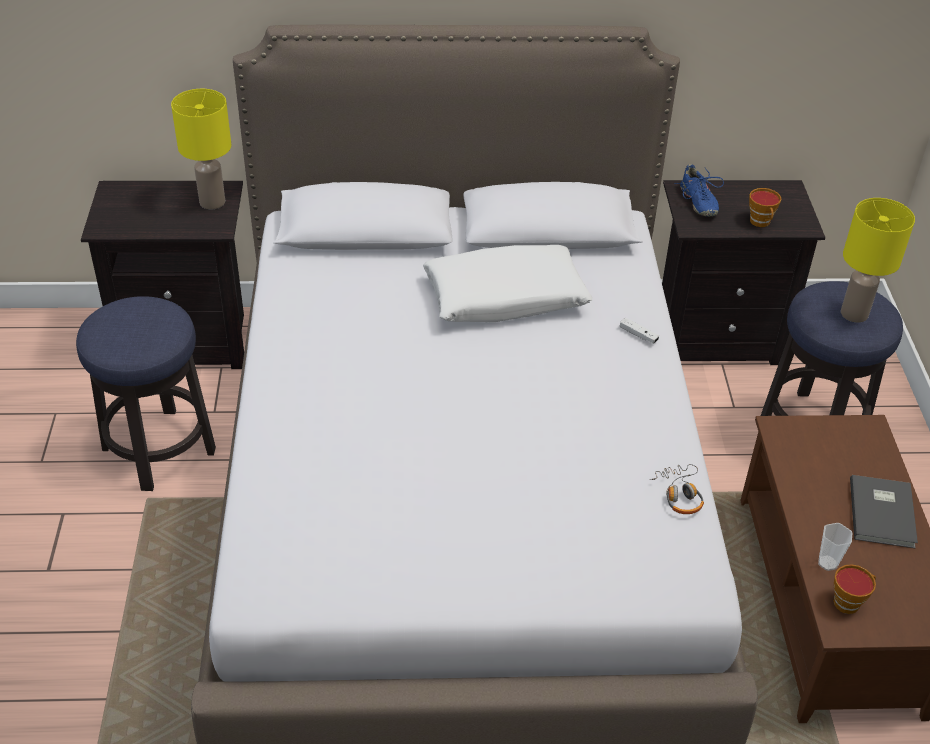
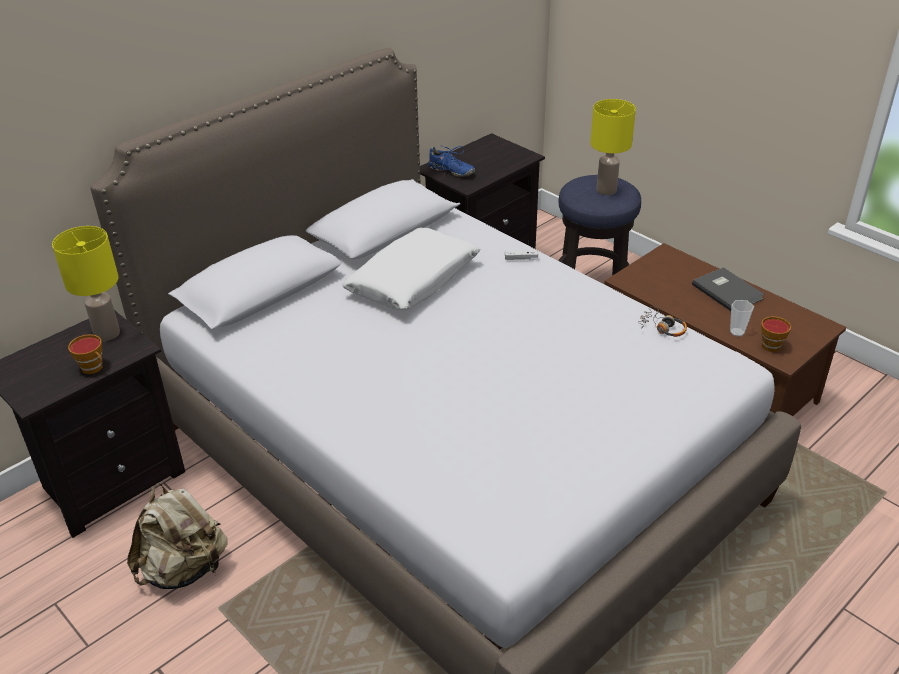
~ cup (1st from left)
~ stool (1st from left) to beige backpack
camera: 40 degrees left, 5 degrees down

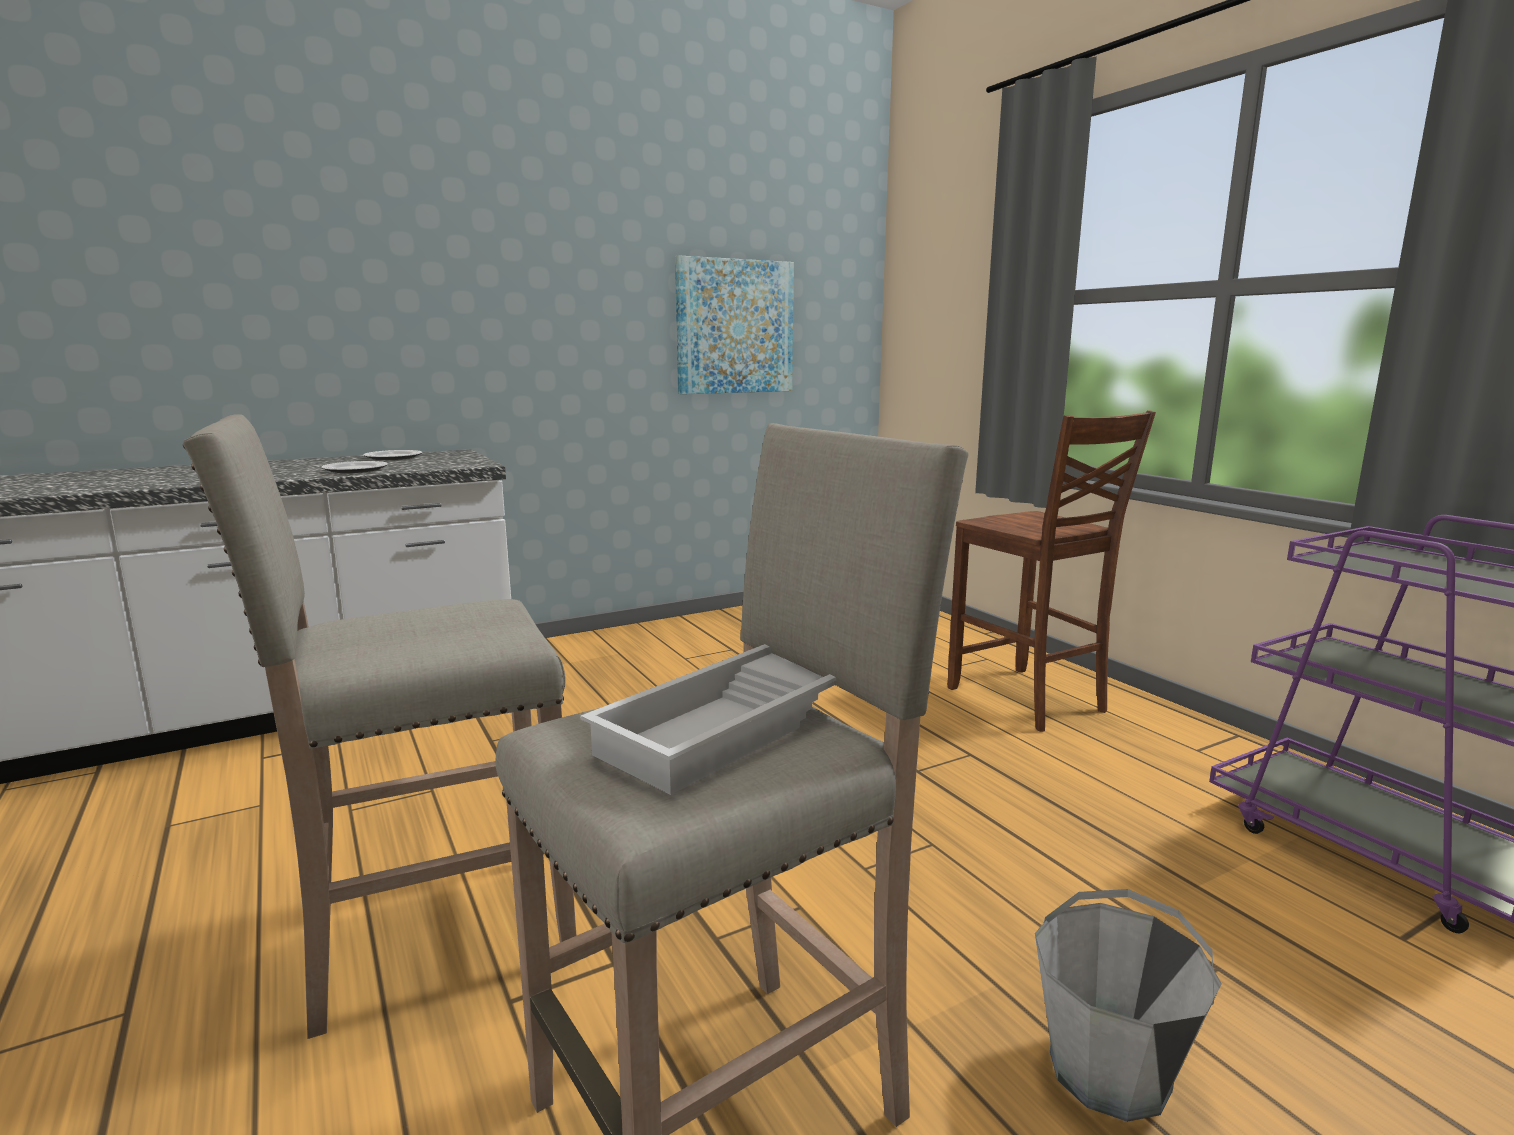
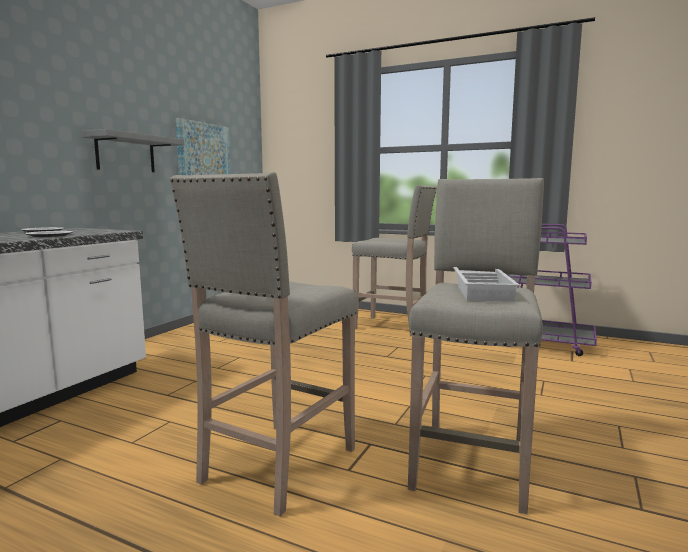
~ brown chair to beige stool (2nd from left)
- grey bucket
+ grey shelf
camera: 35 degrees left, 5 degrees down

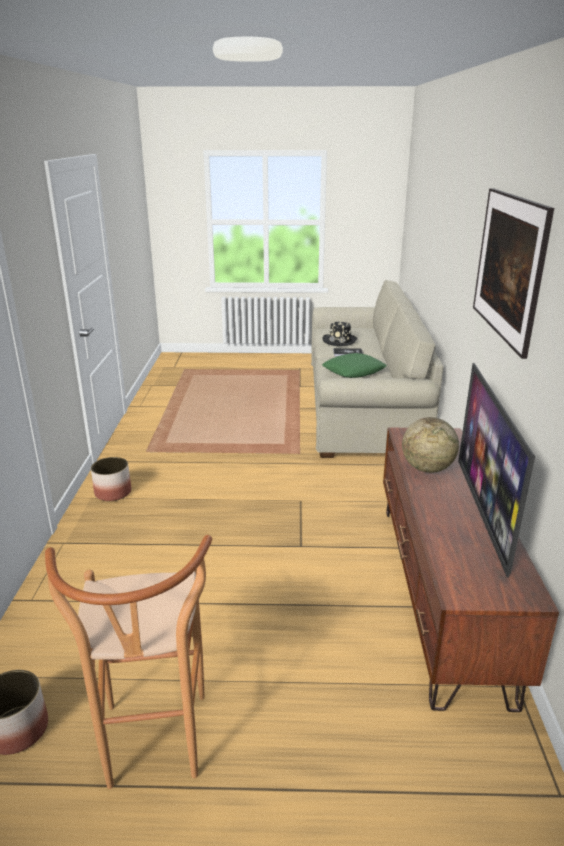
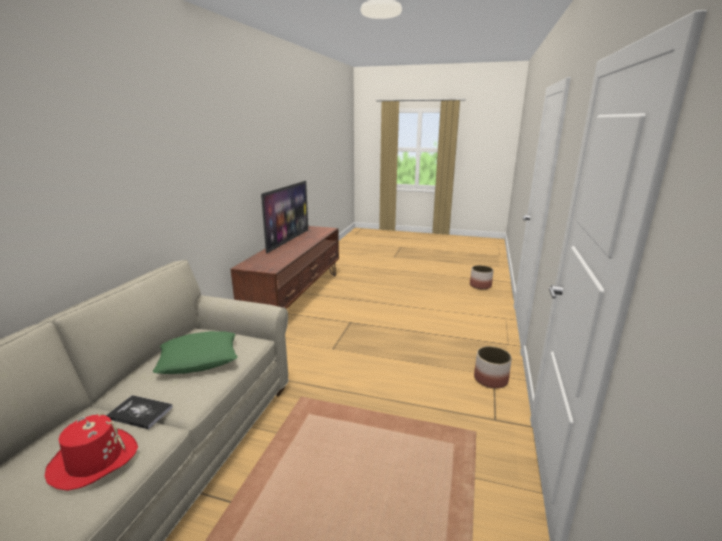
- picture
~ black hat to red hat
- globe
- brown stool
camera: 165 degrees left, 5 degrees down

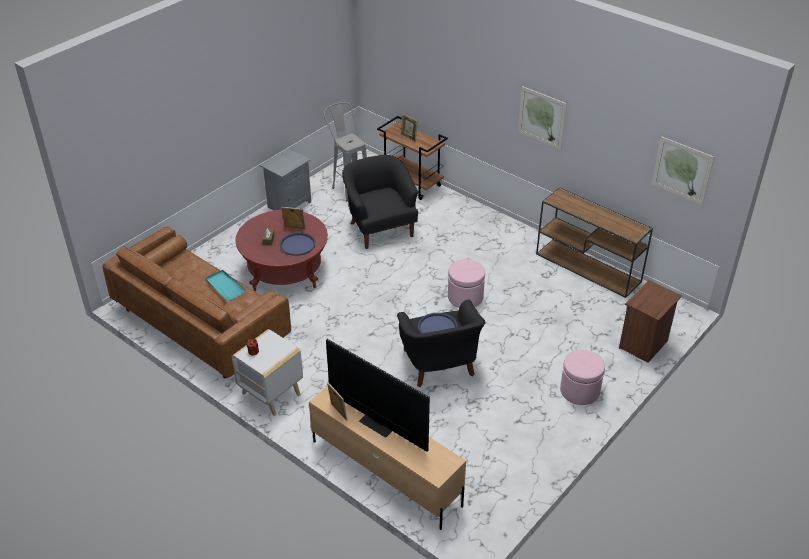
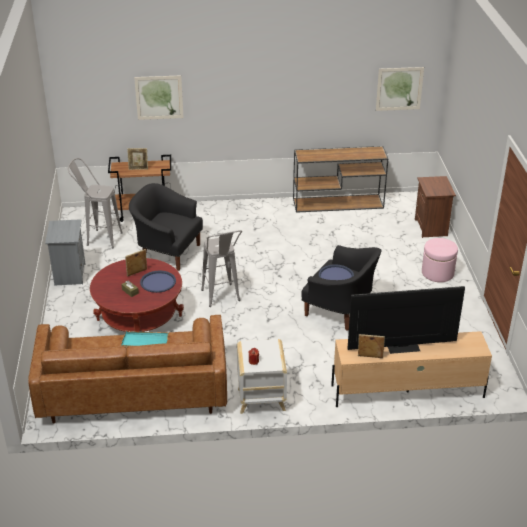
~ picture (1st from left)
- pink ottoman (1st from left)
+ grey stool (2nd from left)
camera: 45 degrees left, 5 degrees down

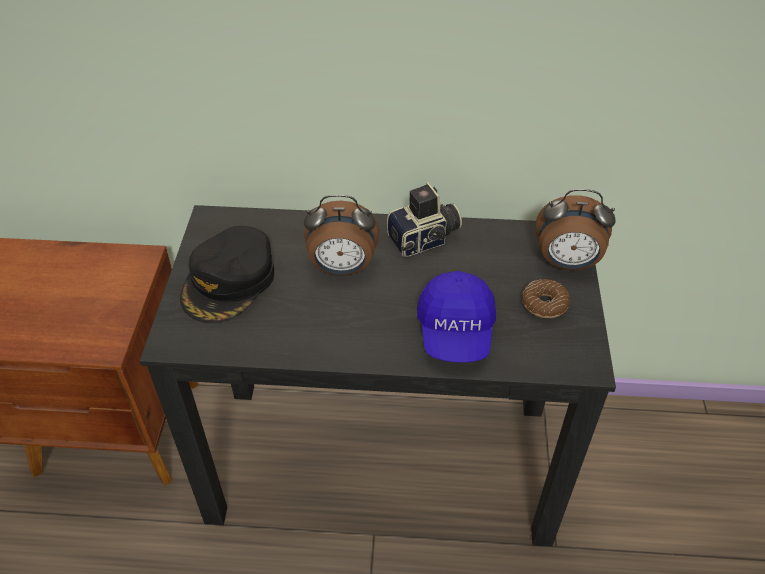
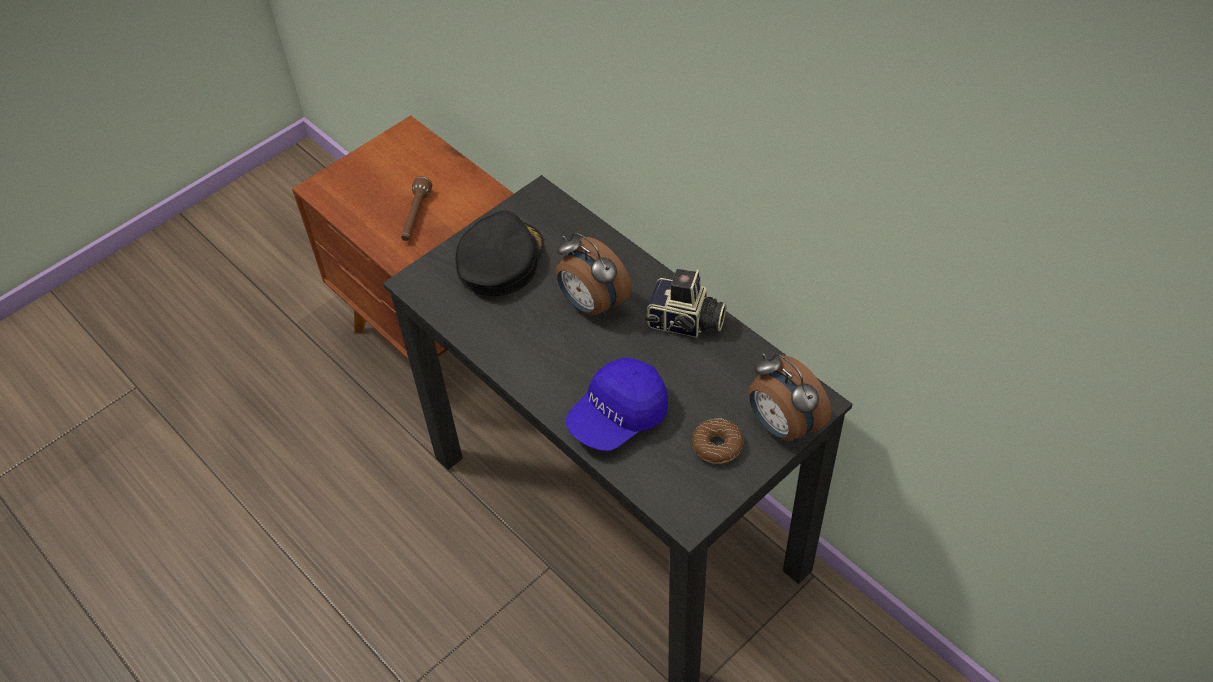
~ black cap 135 degrees clockwise
+ brown flashlight
camera: 45 degrees right, 5 degrees up

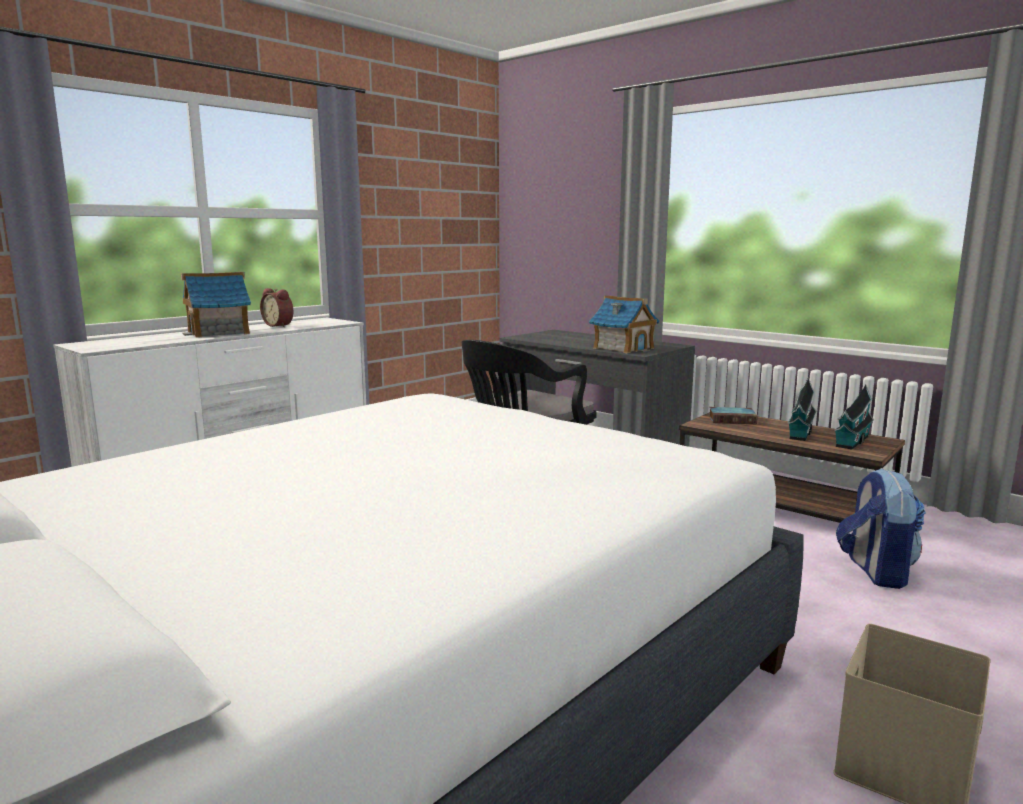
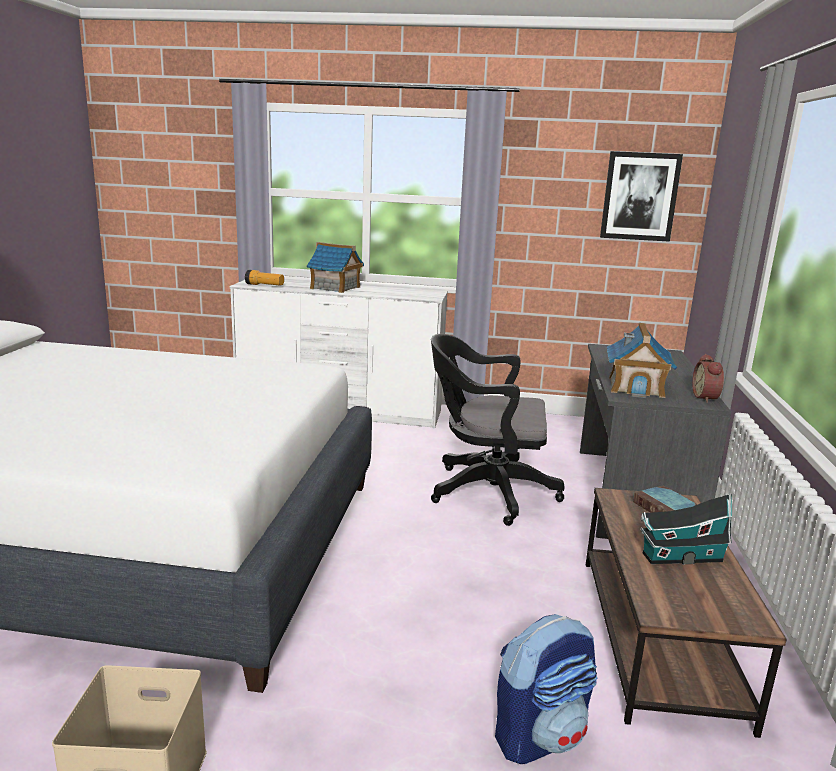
~ alarm clock
- toy house (4th from left)
+ picture
+ flashlight
camera: 55 degrees right, 5 degrees up

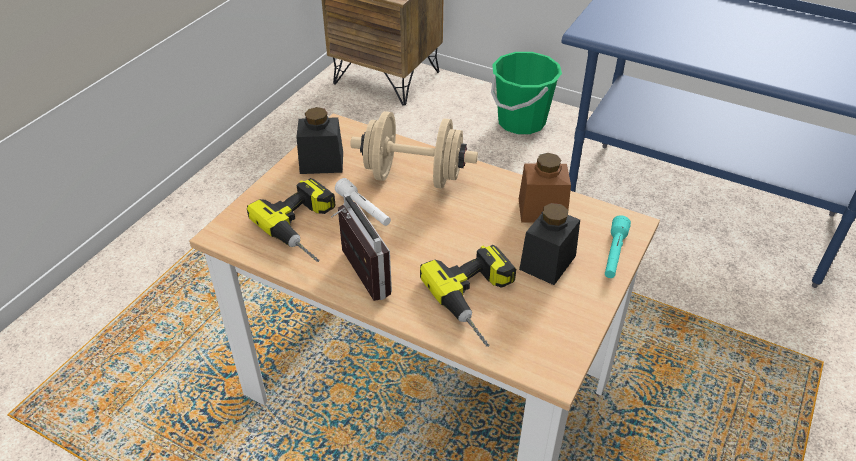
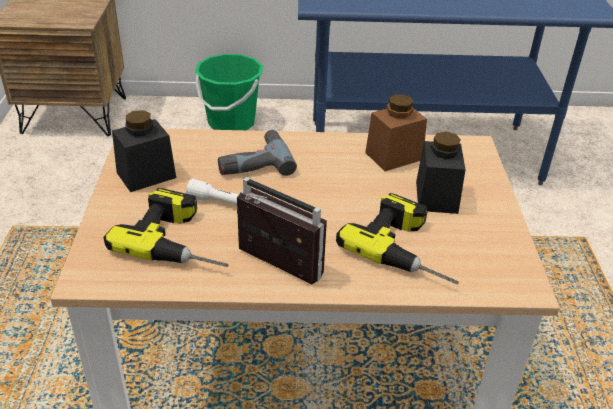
~ beige dumbbell to power drill (2nd from left)
- turquoise flashlight
camera: 30 degrees left, 5 degrees down

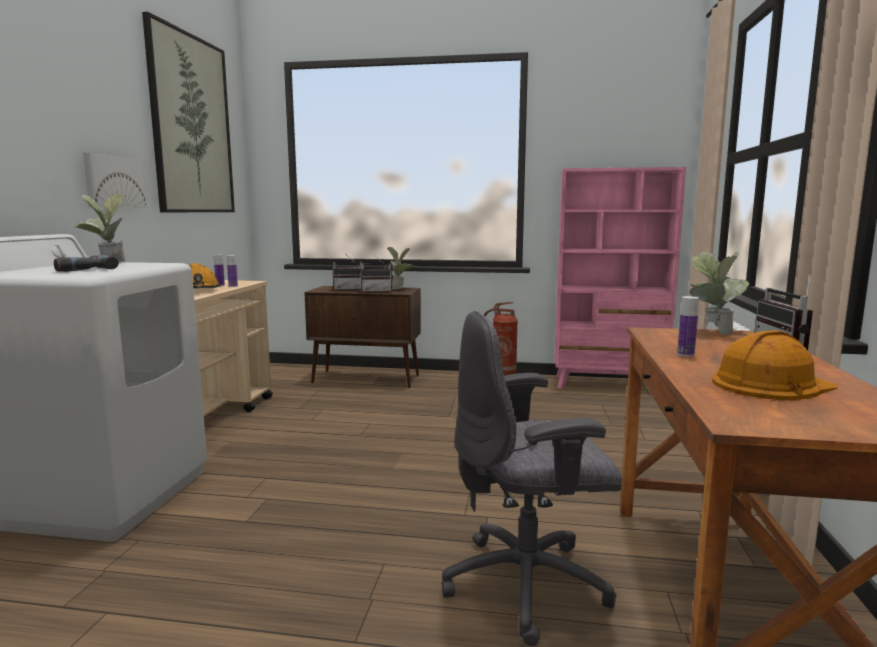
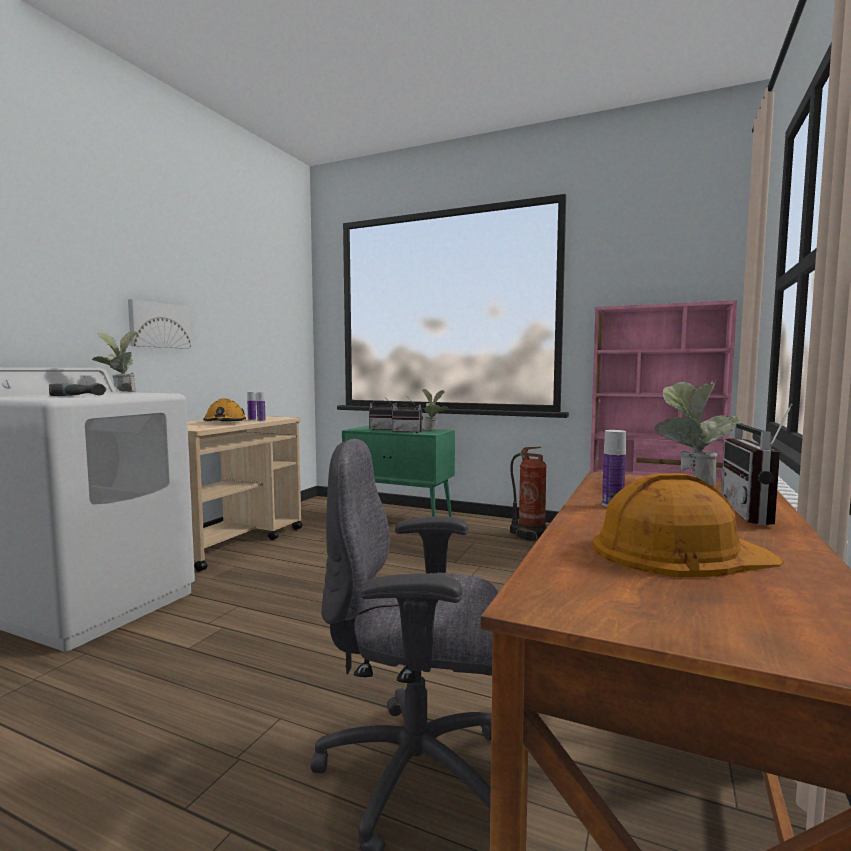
- picture (2nd from left)
~ brown cabinet to green cabinet
camera: 15 degrees right, 5 degrees down

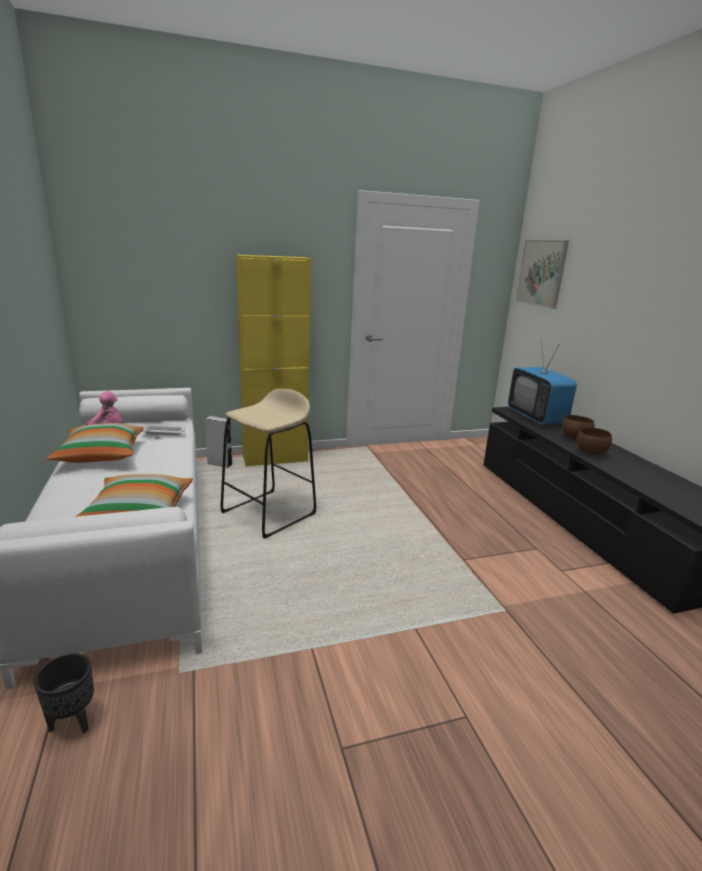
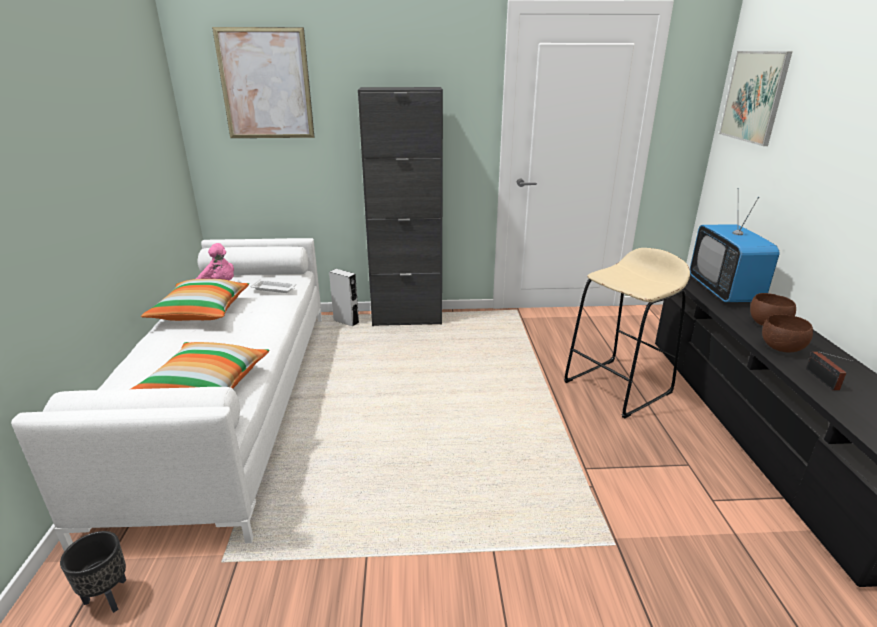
~ yellow cabinet to black cabinet
~ beige stool
+ picture (1st from left)
+ radio
camera: 15 degrees right, 5 degrees up

